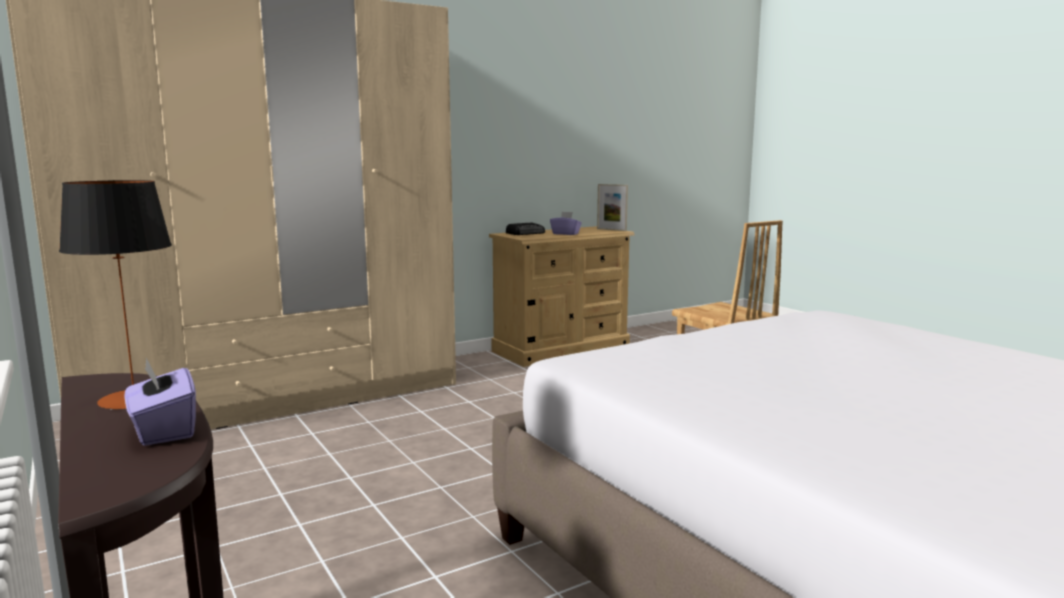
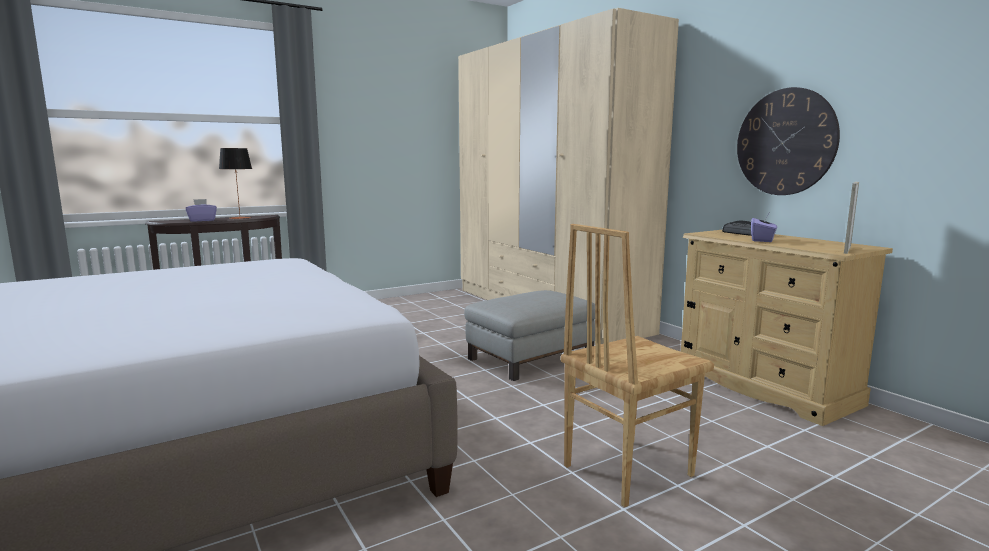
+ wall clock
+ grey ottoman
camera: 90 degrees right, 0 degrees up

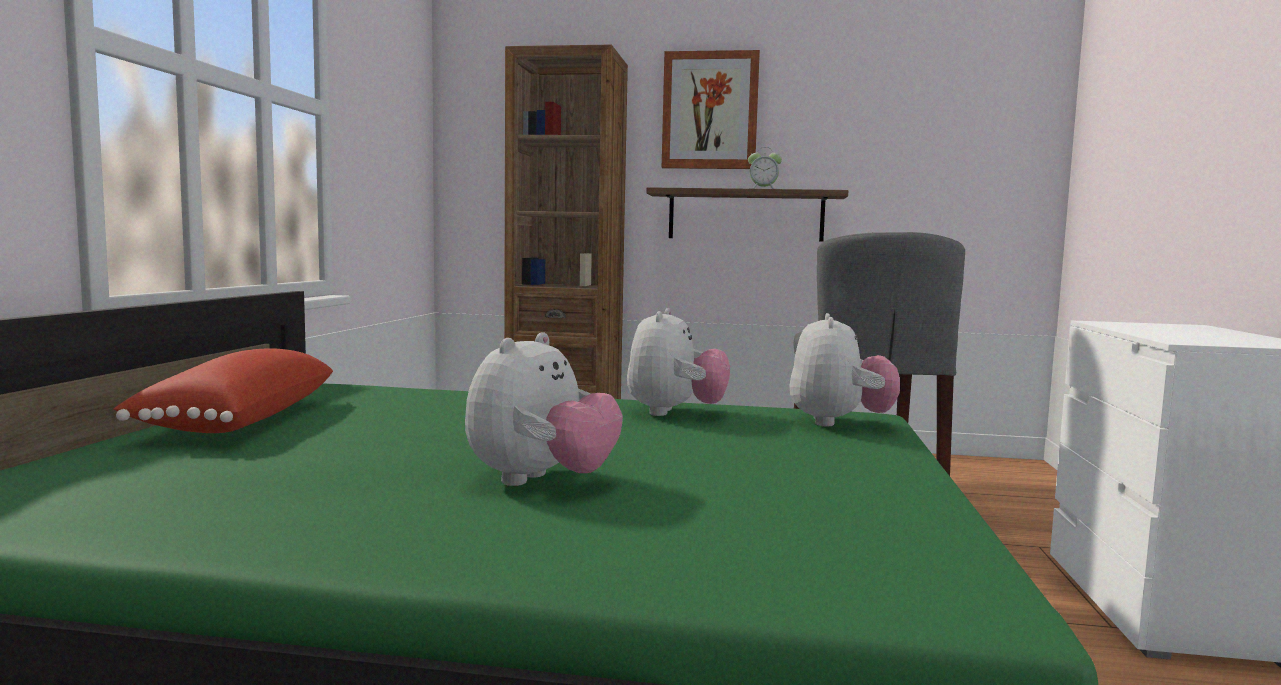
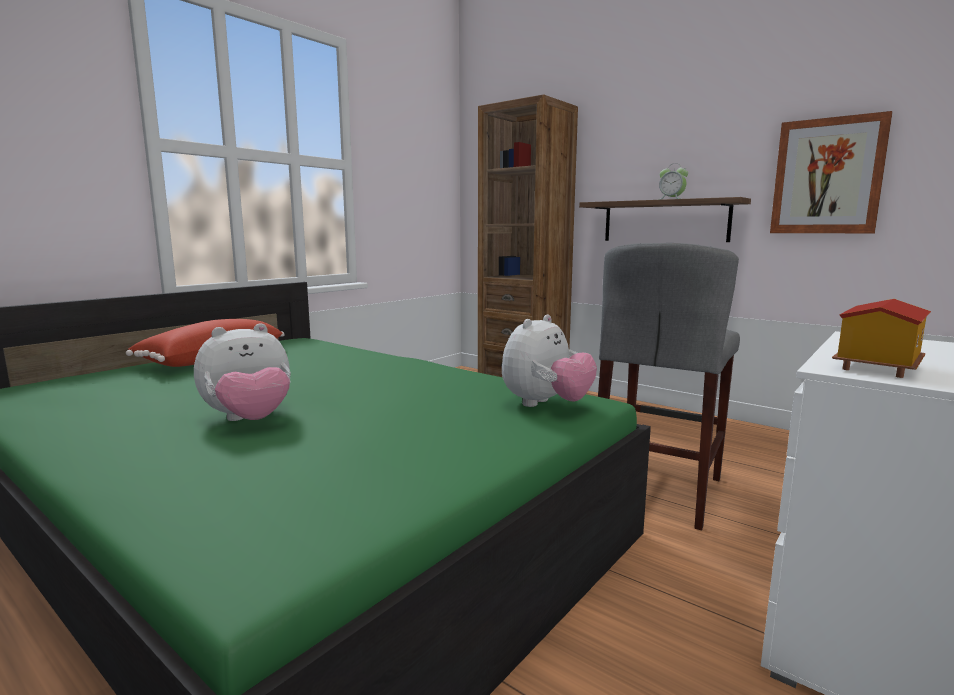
~ picture
- plush toy (2nd from left)
+ toy house
camera: 30 degrees right, 5 degrees up

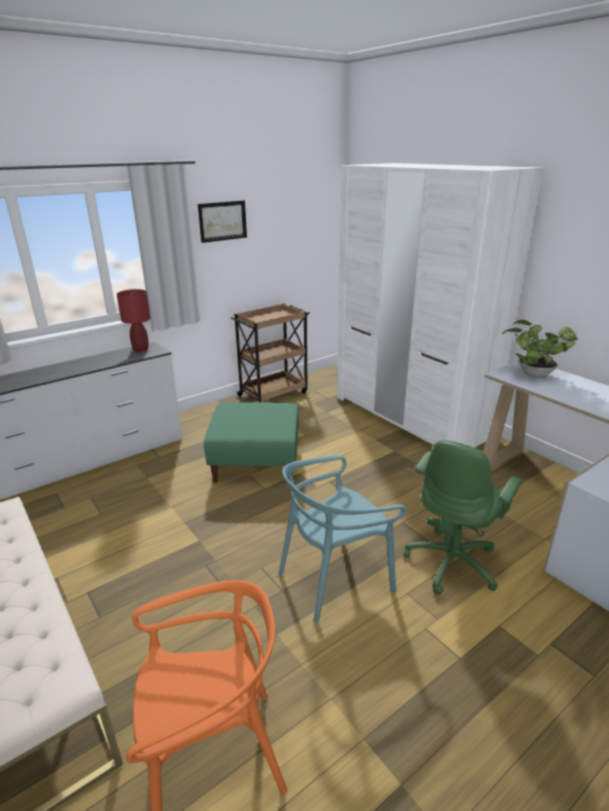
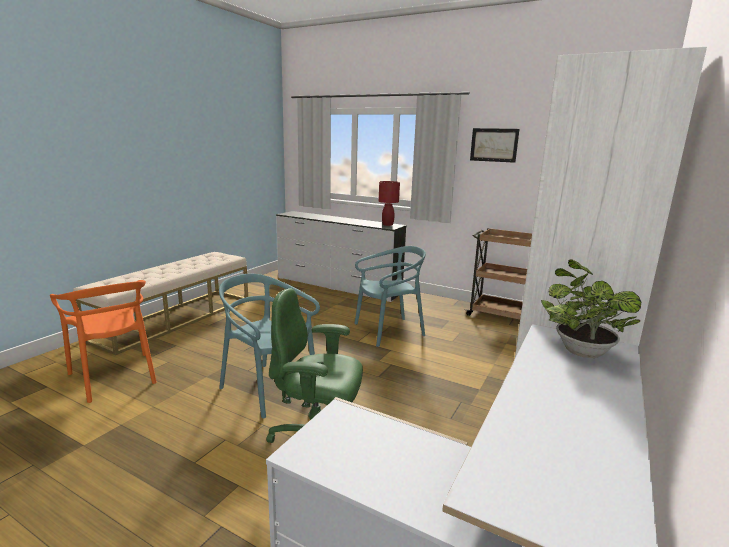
~ green ottoman to turquoise chair (2nd from left)
camera: 65 degrees right, 10 degrees down

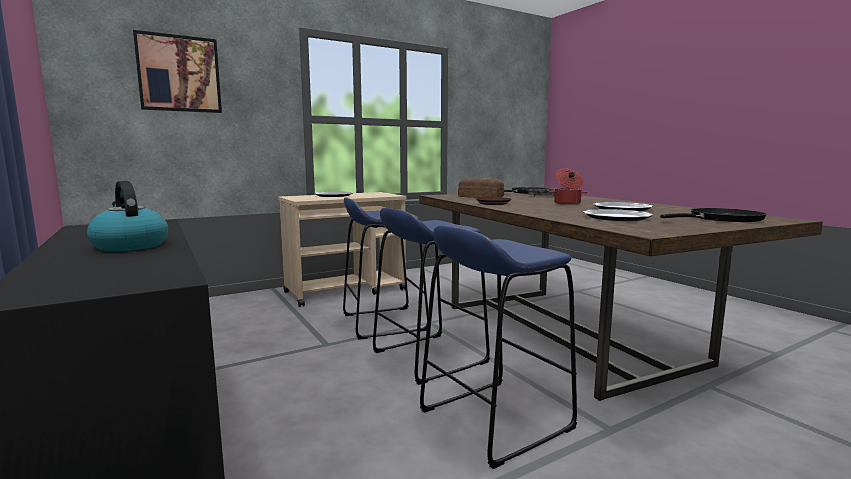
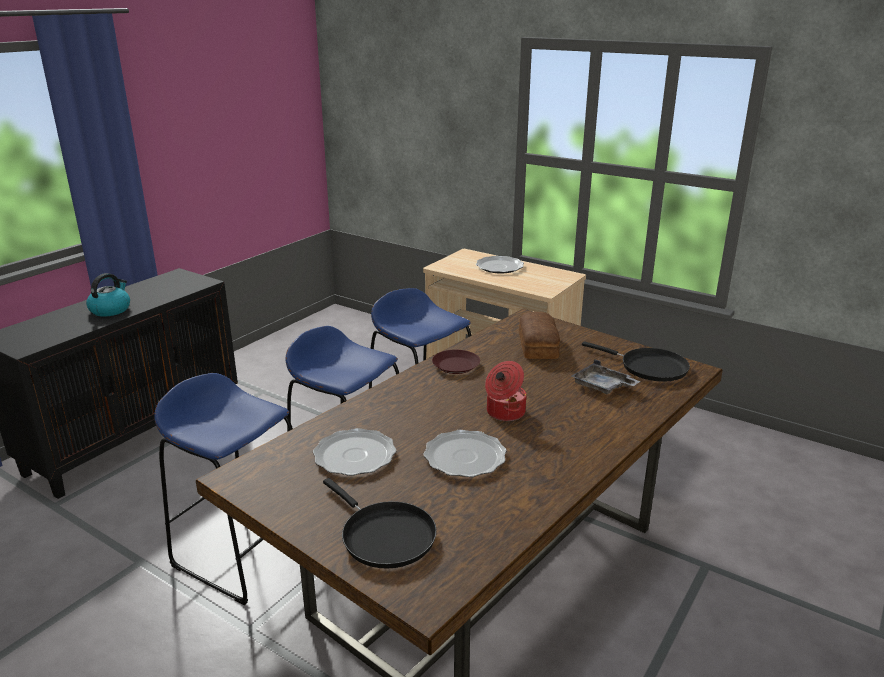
- picture
camera: 65 degrees right, 15 degrees up

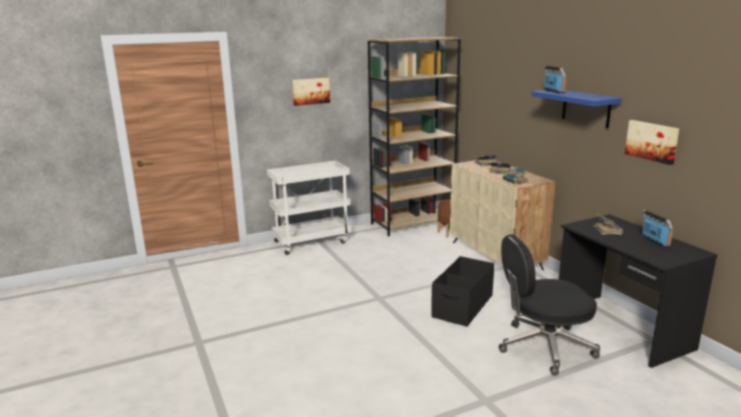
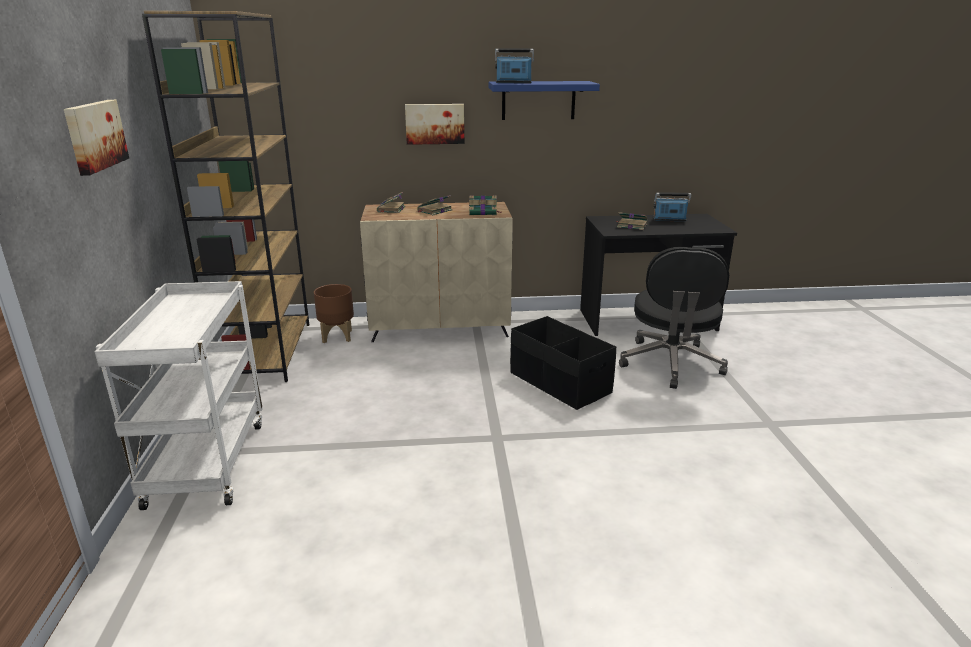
~ picture (2nd from left)
camera: 70 degrees left, 5 degrees up

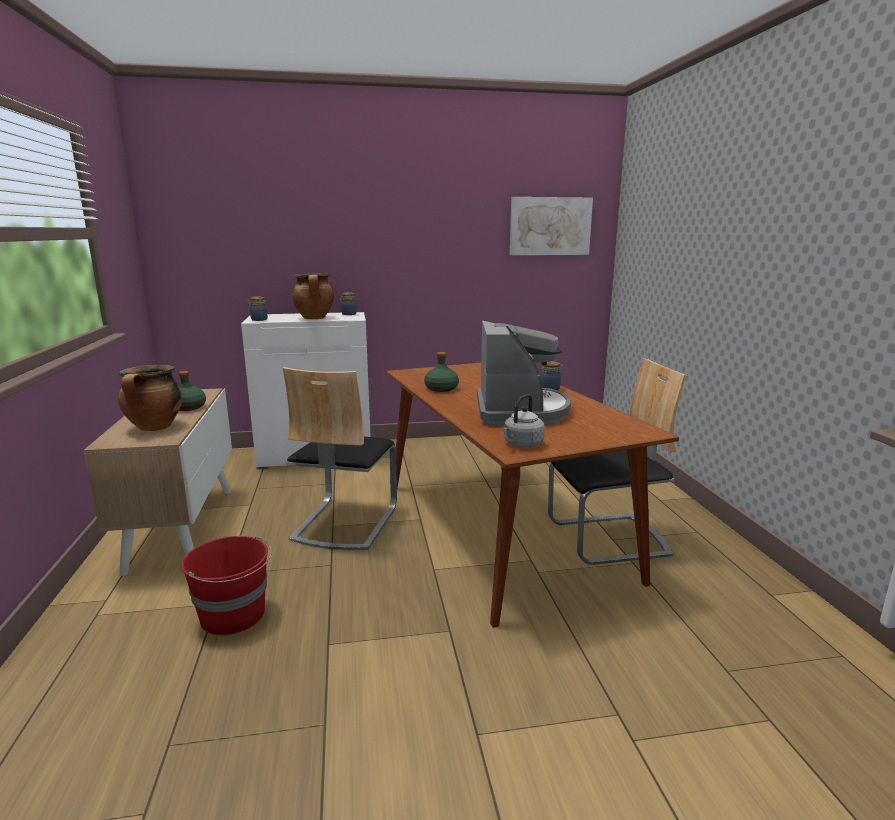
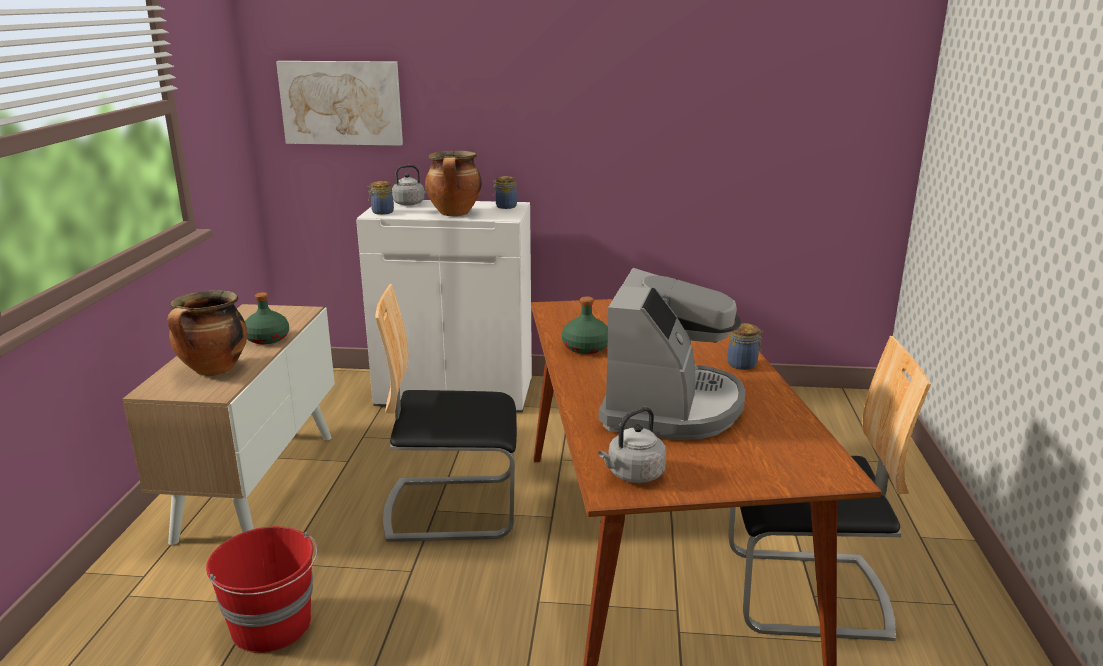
~ picture
~ chair (1st from left) 60 degrees clockwise
+ grey kettle (1st from left)
camera: 15 degrees right, 5 degrees up

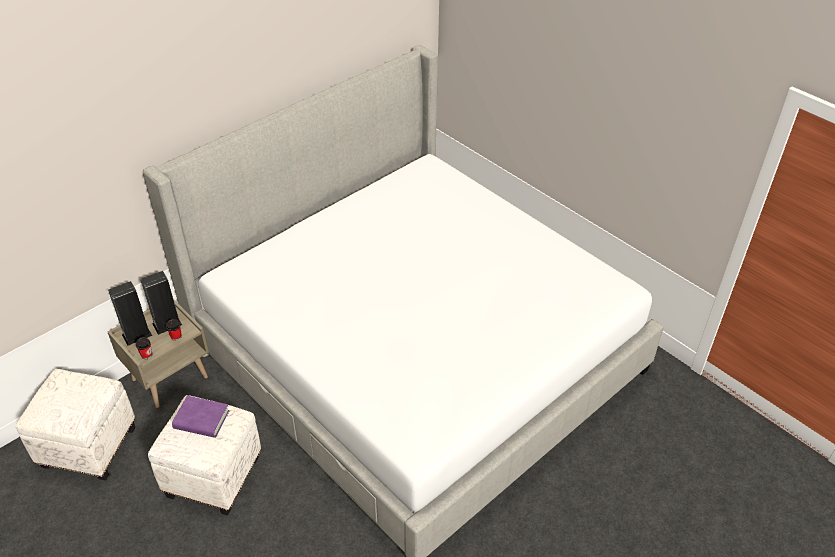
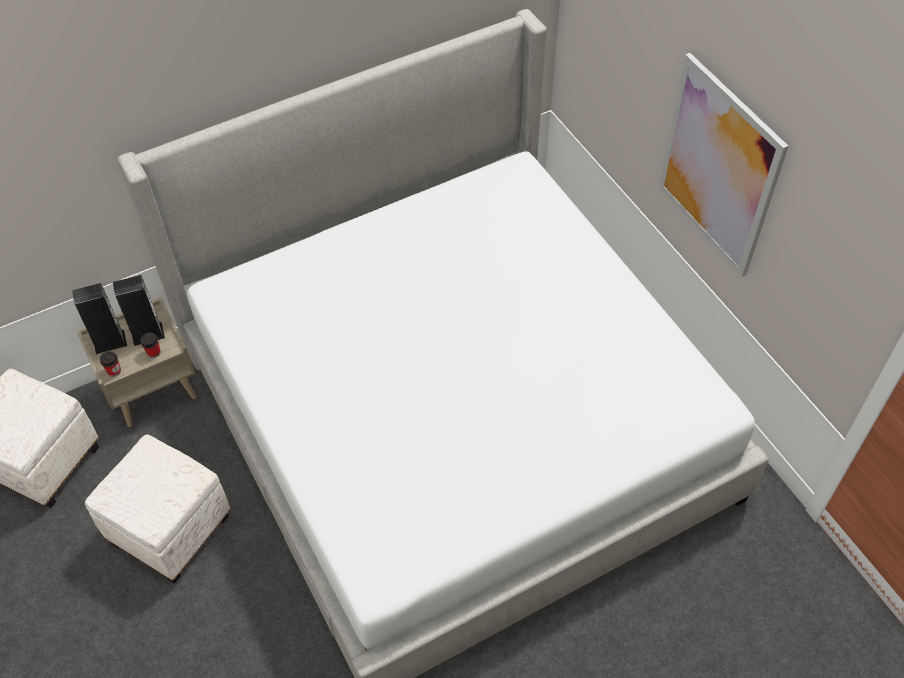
- purple book
+ picture
camera: 15 degrees right, 10 degrees up

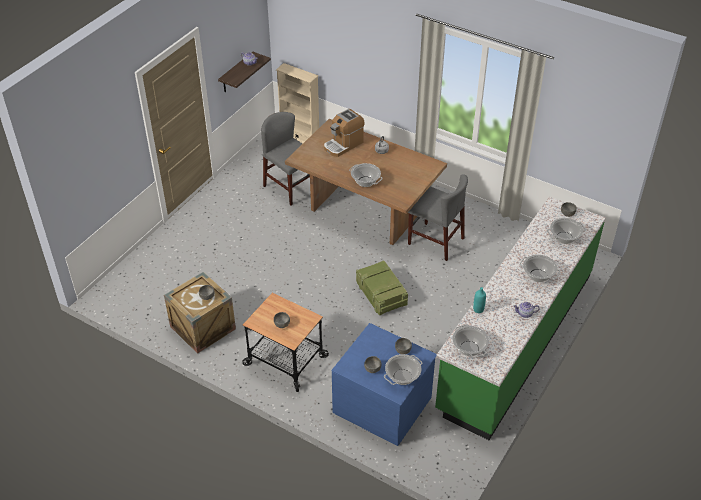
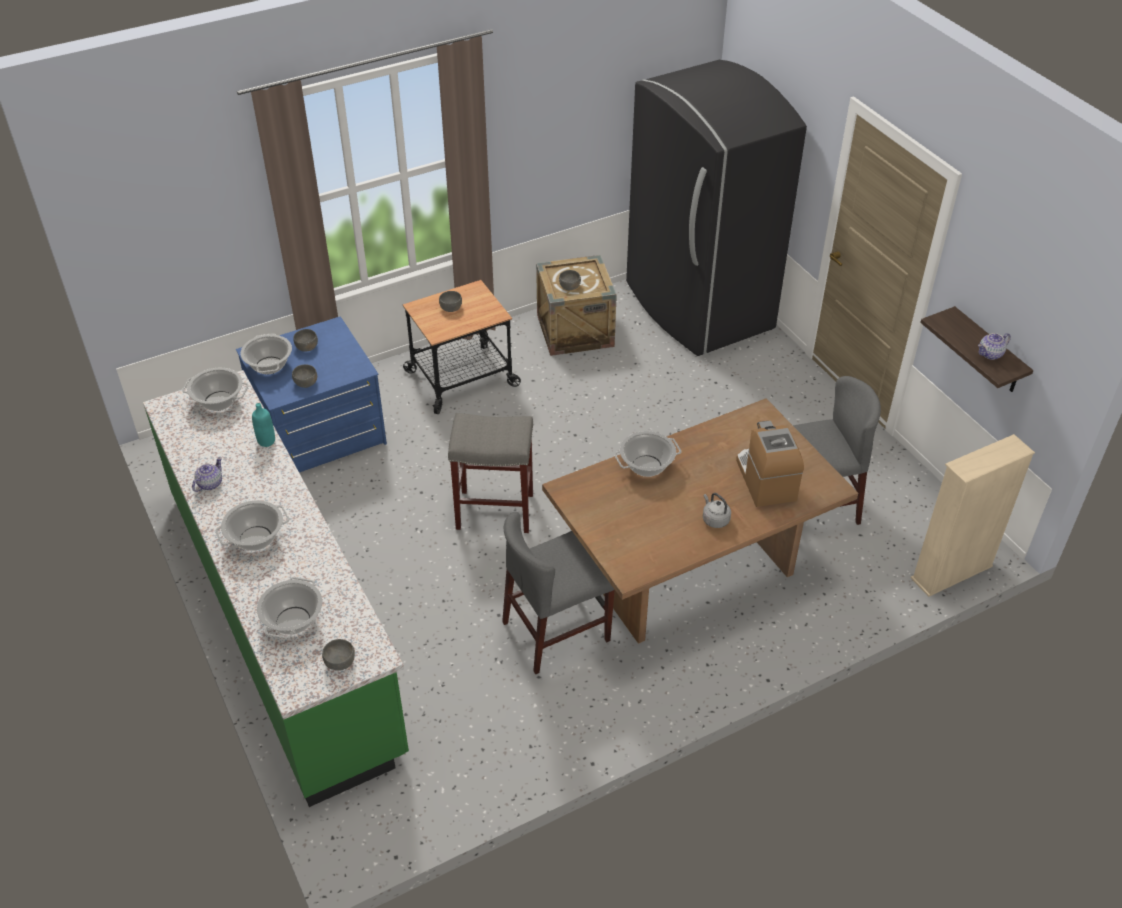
~ crate (2nd from left) to grey stool
+ black fridge
camera: 120 degrees right, 0 degrees up

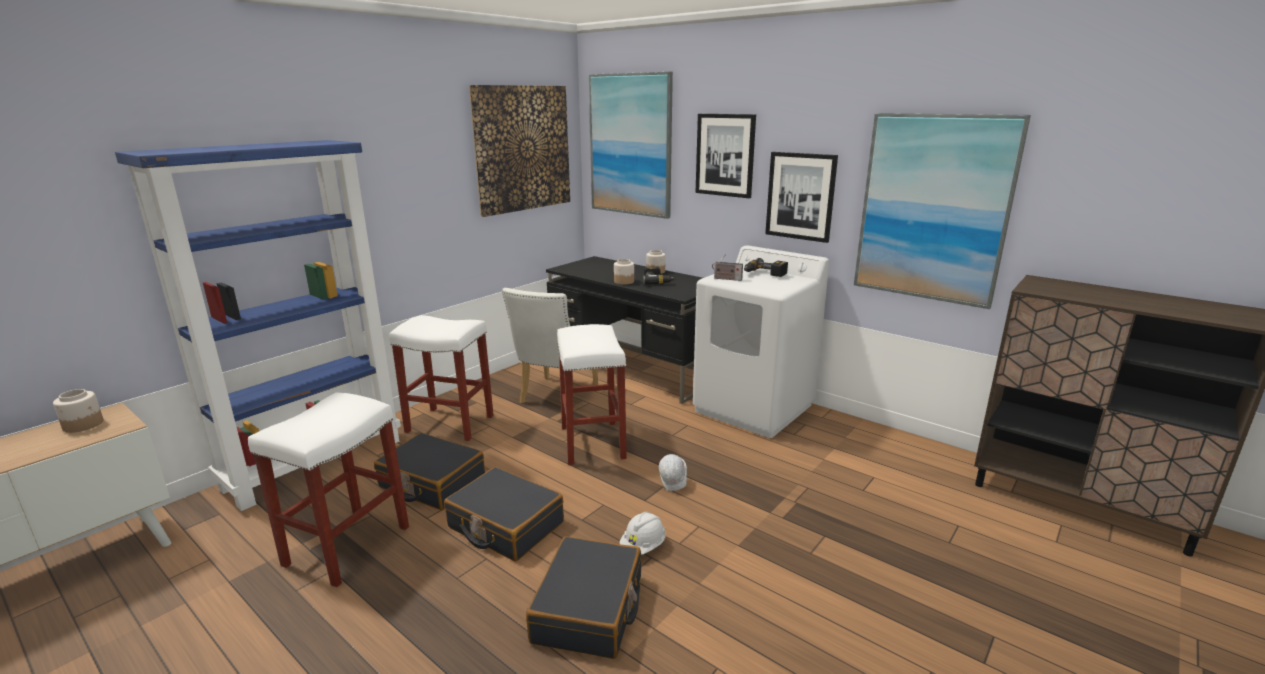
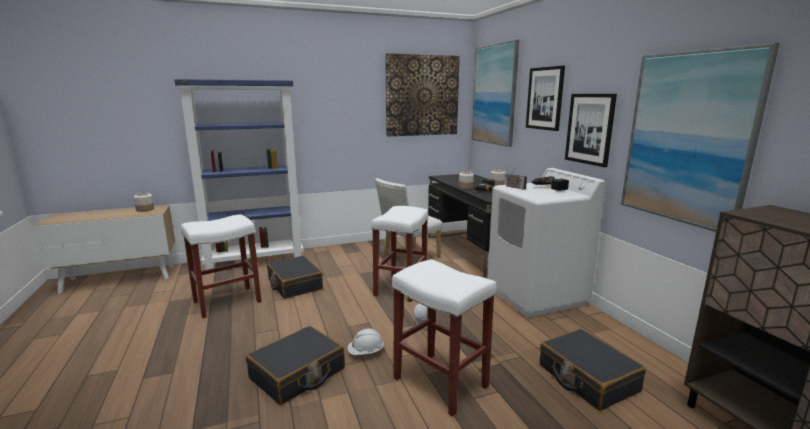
~ white stool (2nd from left in the first image) to white stool (3rd from left)
~ black suitcase (2nd from left in the first image) to black suitcase (3rd from left)
camera: 30 degrees right, 5 degrees down

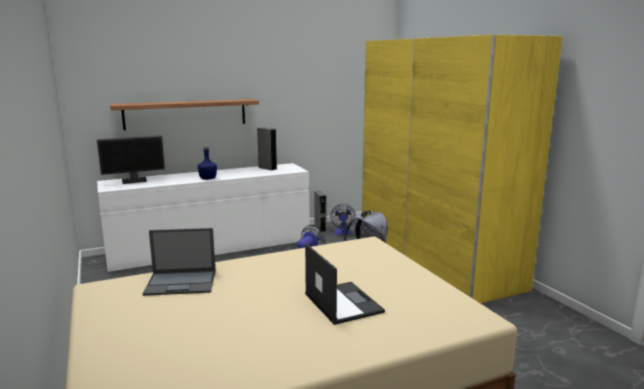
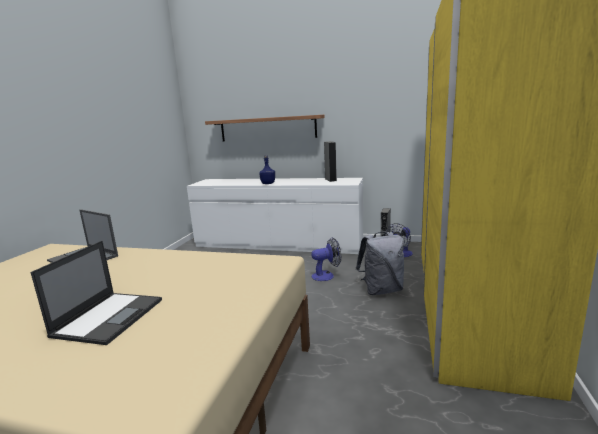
- monitor
camera: 40 degrees right, 0 degrees up

